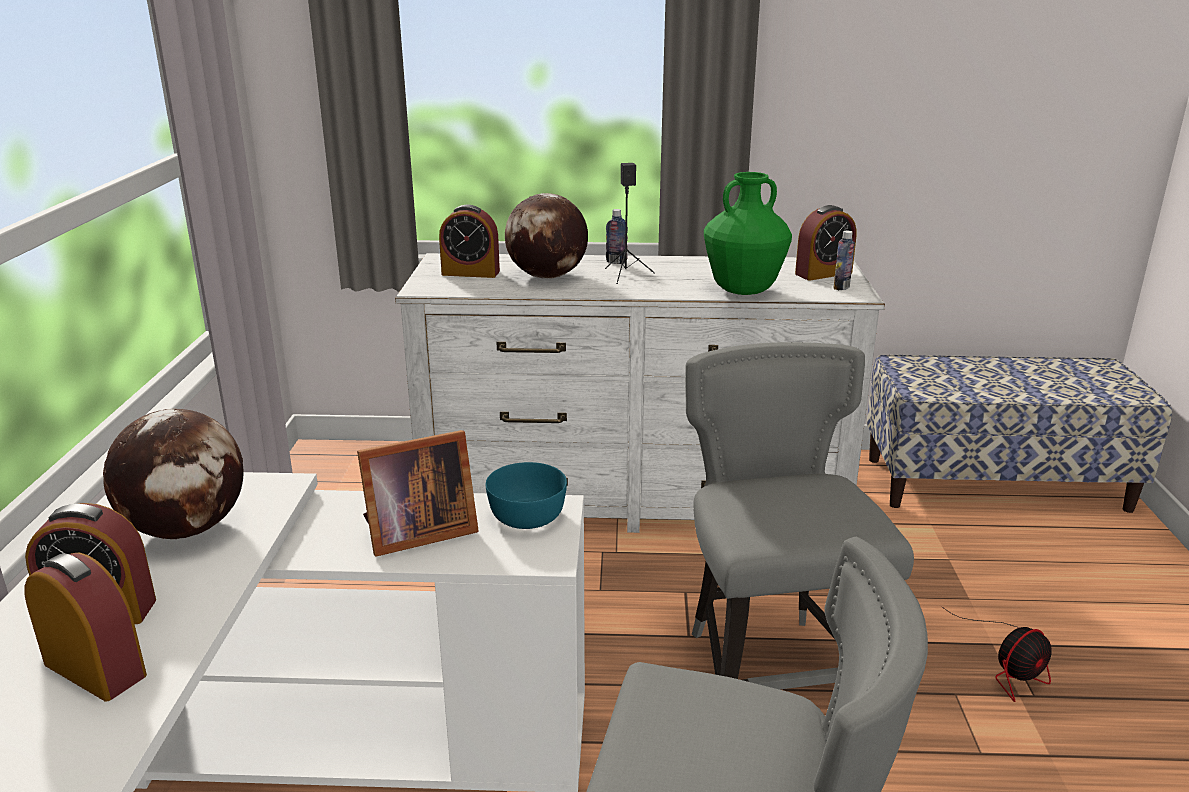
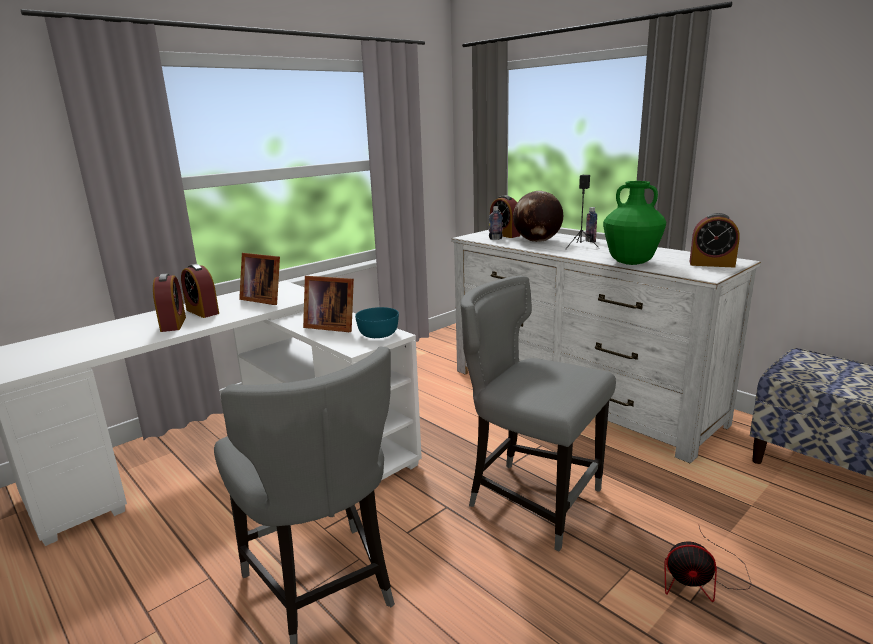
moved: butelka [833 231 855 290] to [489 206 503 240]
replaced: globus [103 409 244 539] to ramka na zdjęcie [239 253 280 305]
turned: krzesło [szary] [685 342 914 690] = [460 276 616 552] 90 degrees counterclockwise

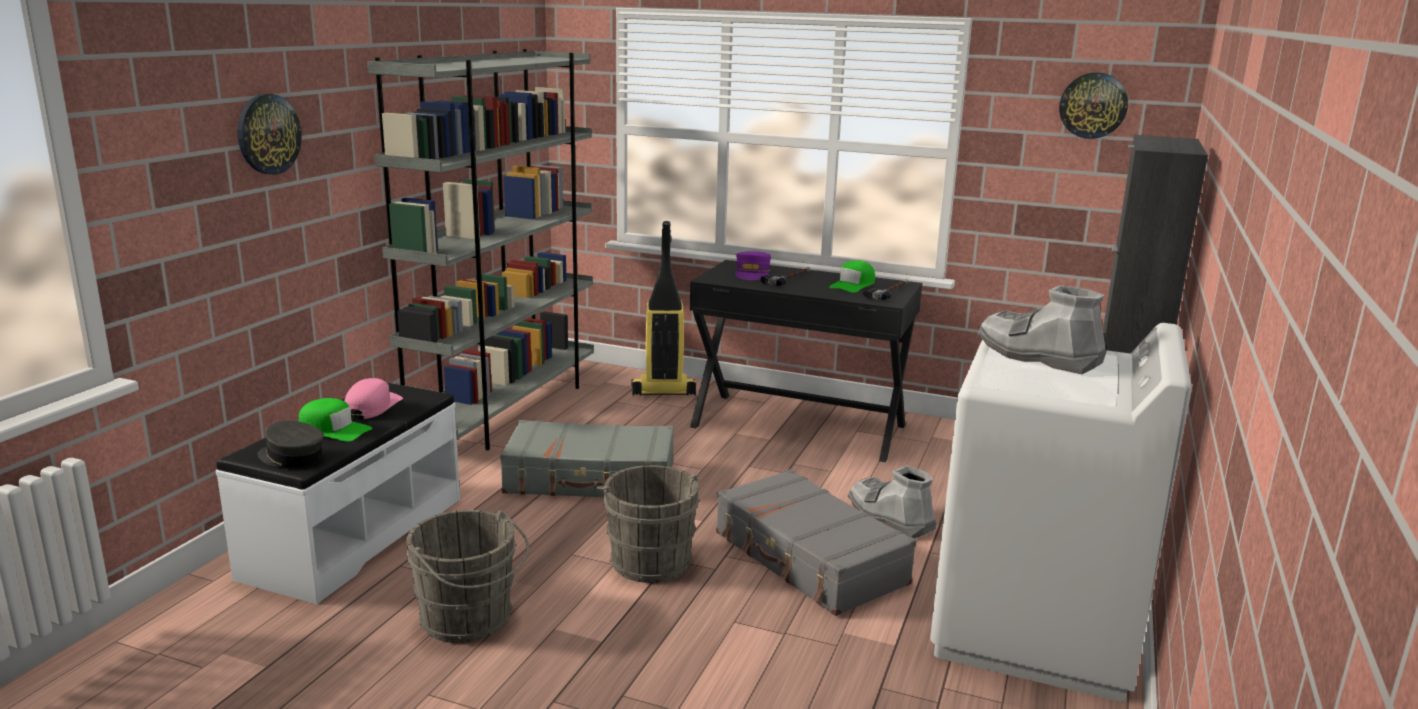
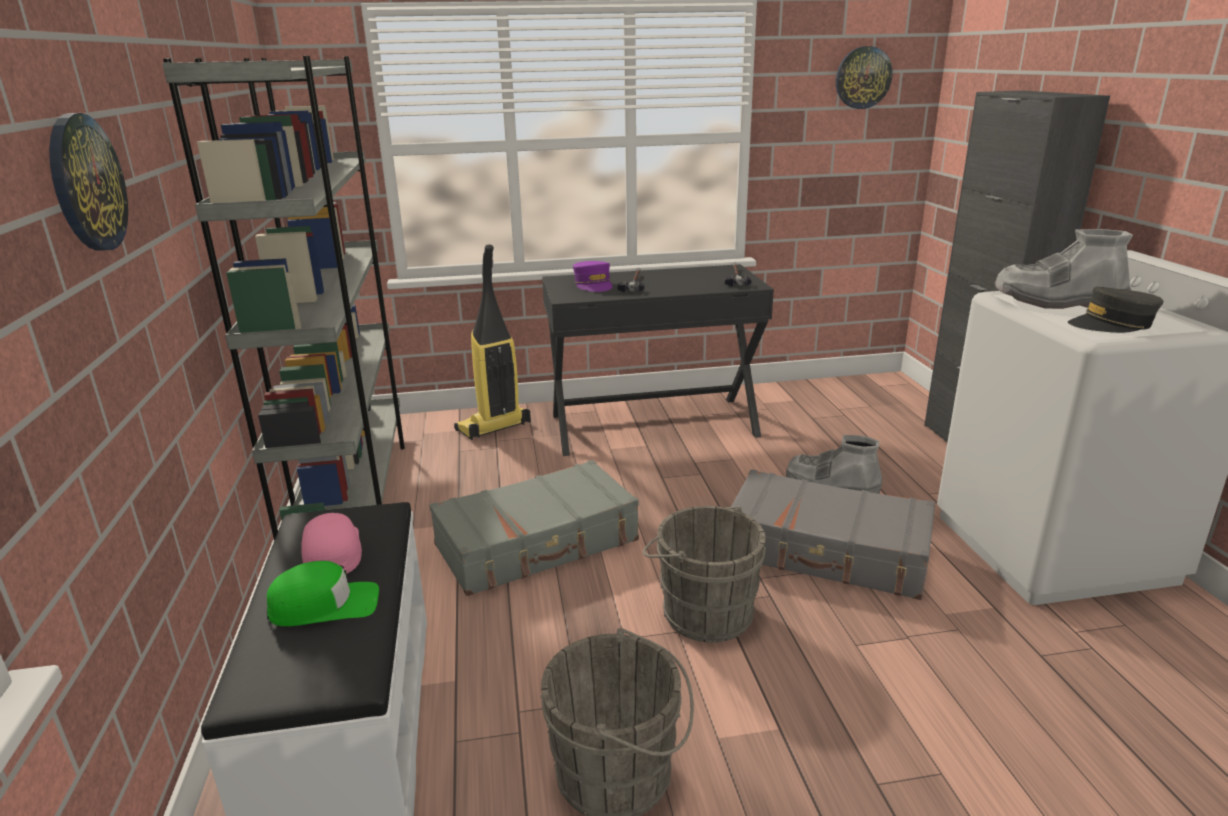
removed: czapka z daszkiem [zielony] [829 261 875 293]
moved: czapka z daszkiem [szary] [257 421 324 468] to [1068 287 1163 333]

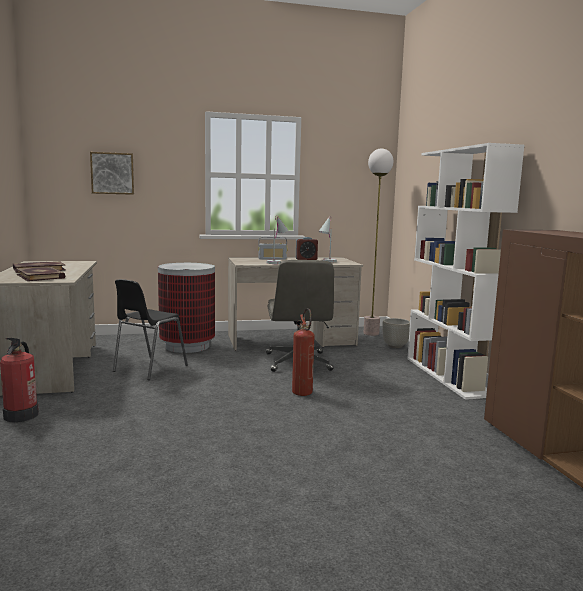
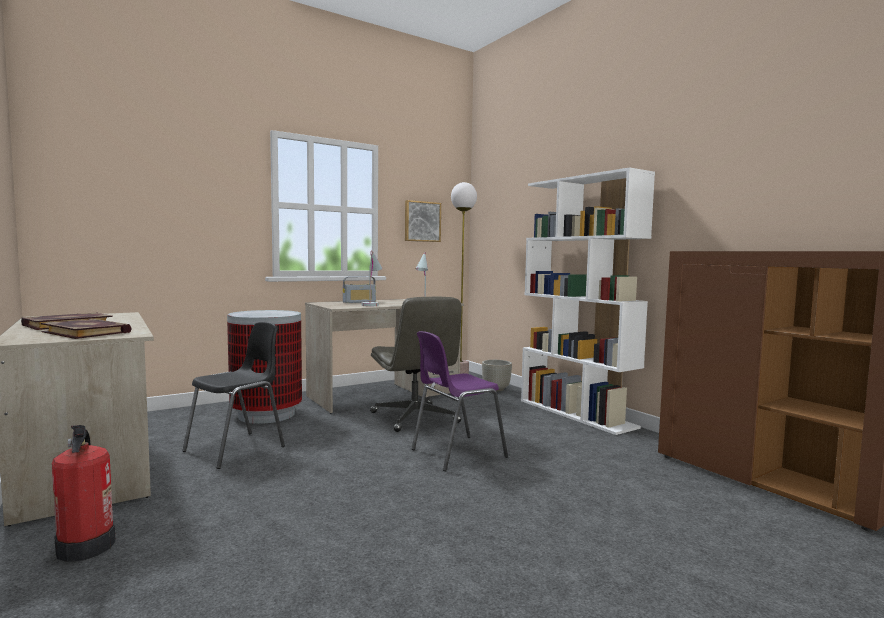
removed: budzik [296 237 318 260]
moved: obraz [90 152 134 195] to [405 200 441 242]
replaced: gaśnica [292 308 314 396] to krzesło [fioletowy] [412 331 508 471]
turned: krzesło [czarny] [113 279 188 380] = [182 322 285 469] 150 degrees counterclockwise

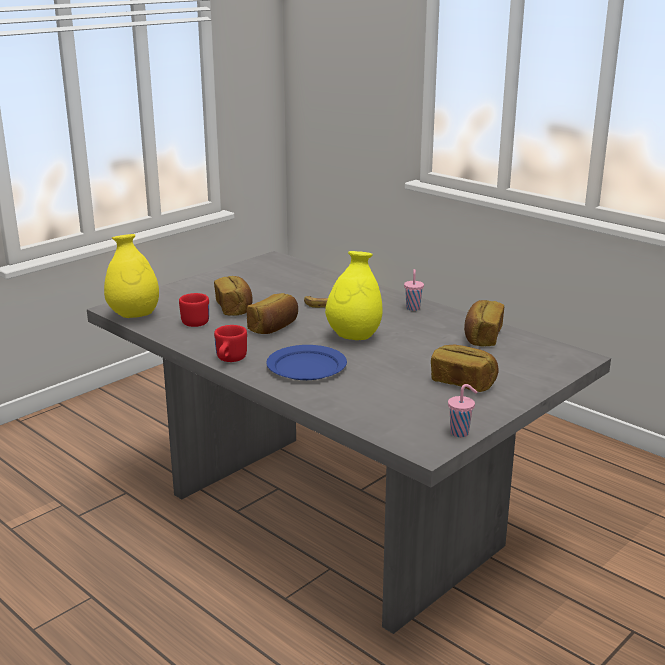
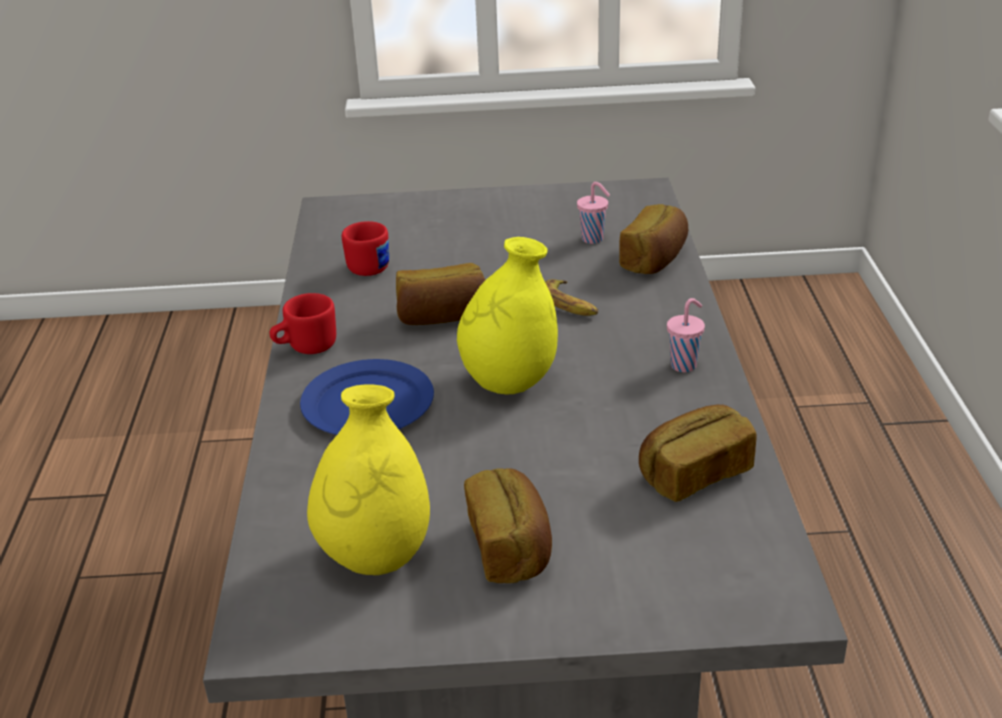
moved: wazon [żółty] [104 234 159 318] to [307 384 430 575]; chleb [214 276 253 316] to [619 204 688 274]; filiżanka [różowy] [448 384 477 437] to [577 182 610 244]

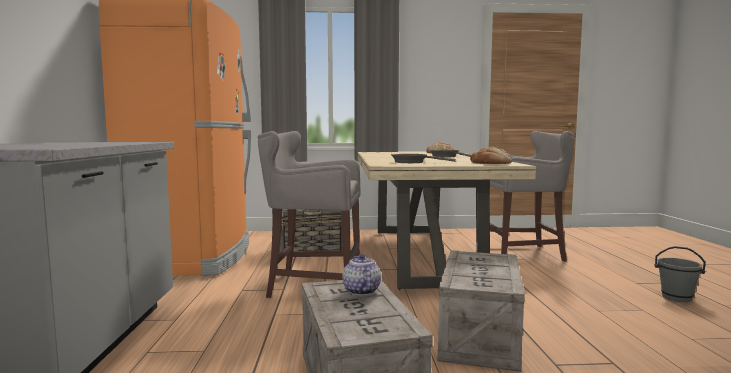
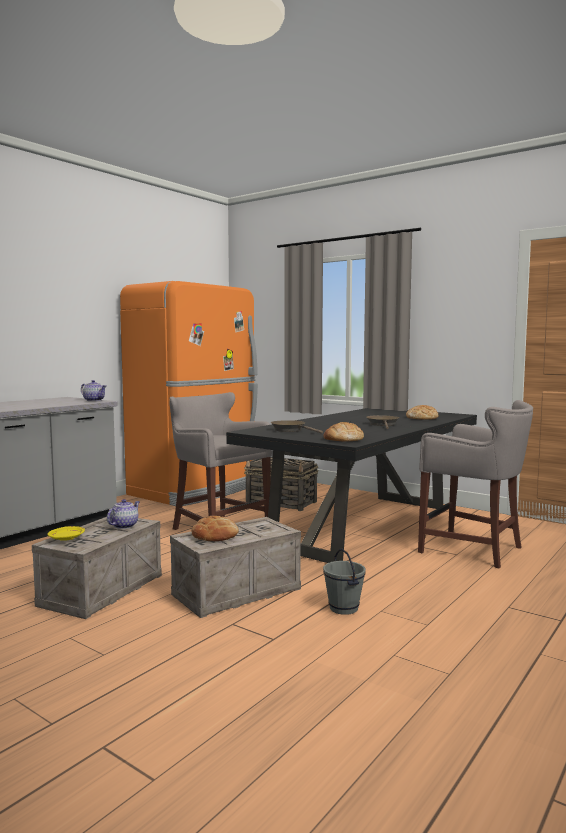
added: imbryk [81 380 106 401]; chleb [192 516 239 541]; talerz [żółty] [48 526 85 541]
moved: wiadro [szary] [655 246 706 302] to [323 549 366 615]
recoloured: stół jadalny [beżowy] [358 152 536 290] to stół jadalny [czarny] [226 408 477 563]

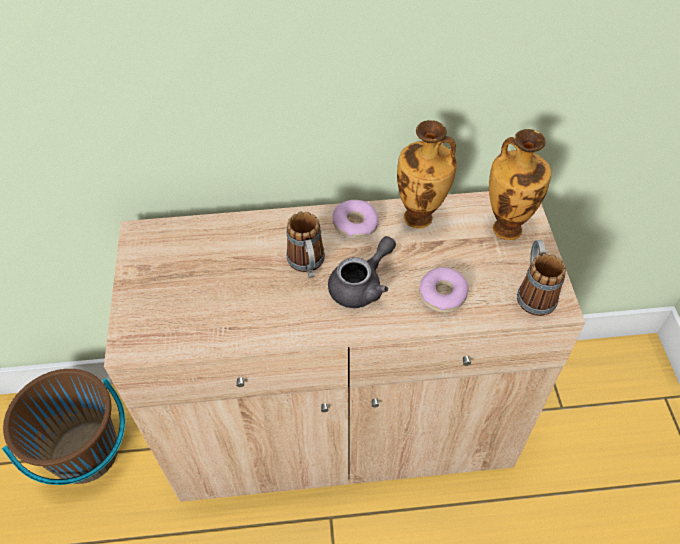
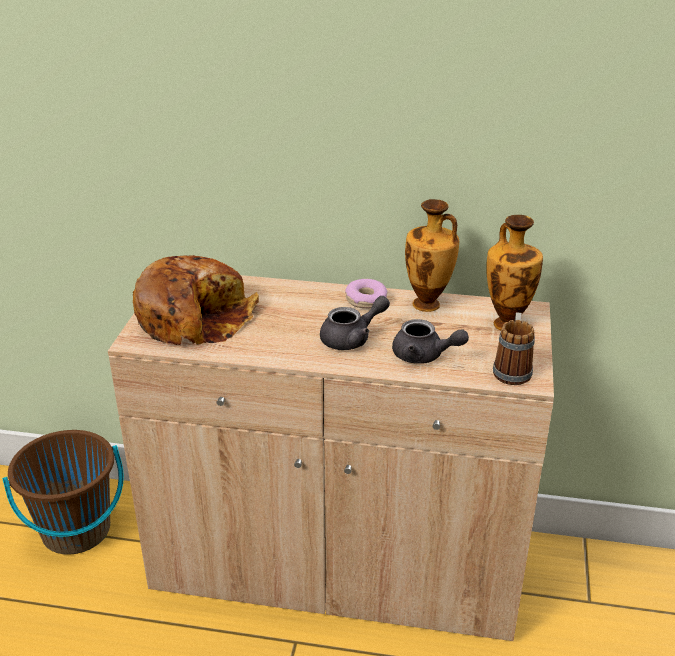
removed: kubek [287 212 325 278]
added: chleb [133 255 259 345]
replaced: donut [419 267 469 313] to imbryk [szary] [392 319 469 364]

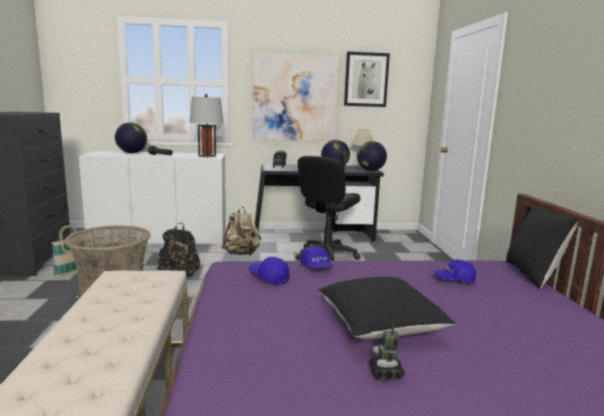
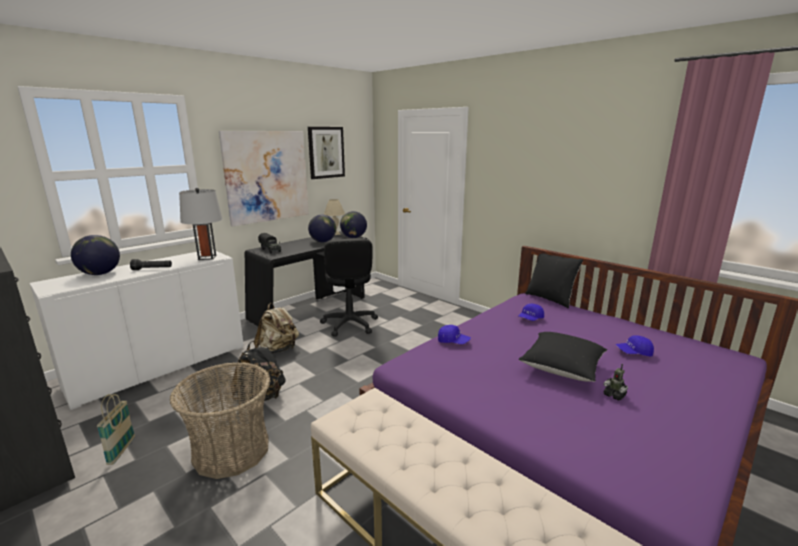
moved: czapka z daszkiem [niebieski] [249 257 290 285] to [616 335 654 356]

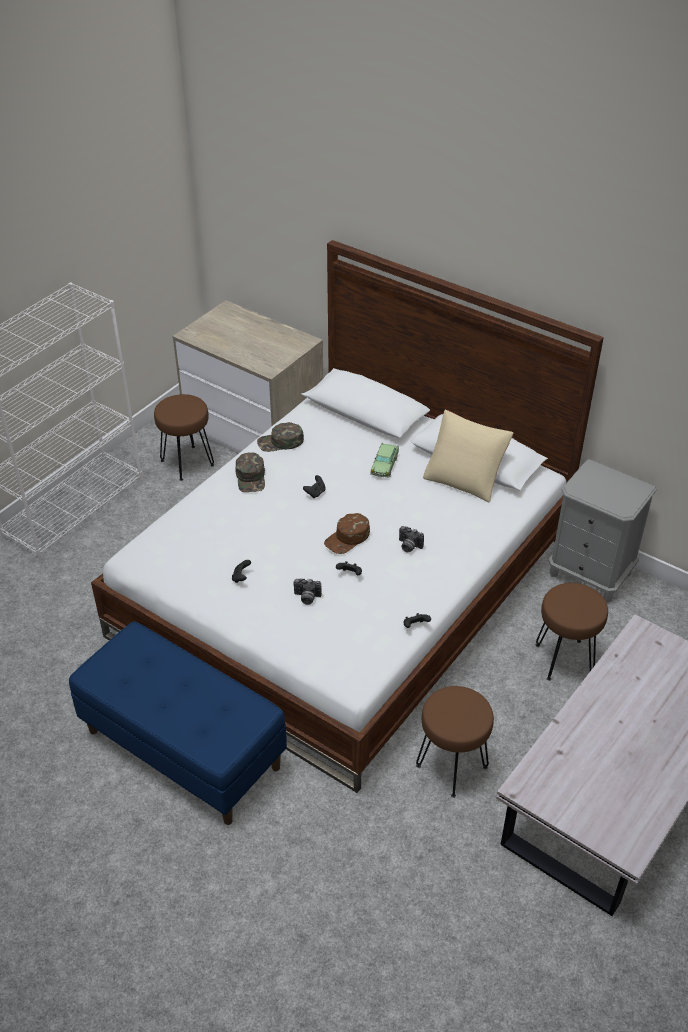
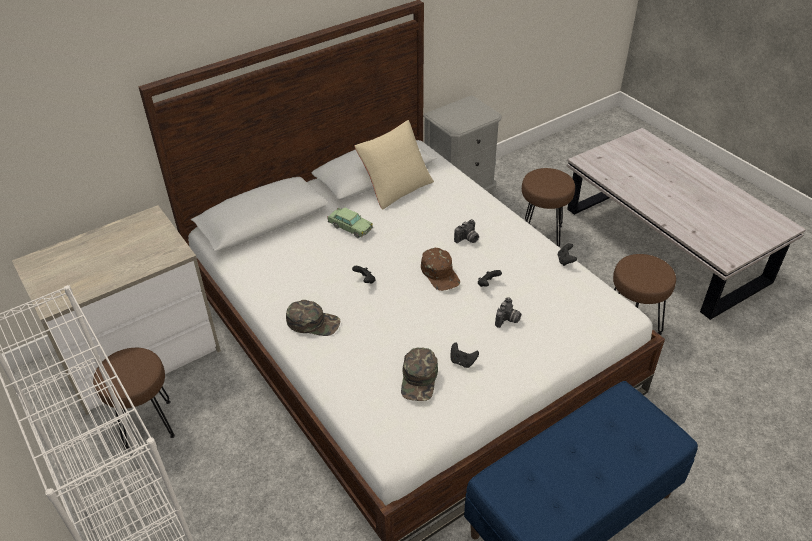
moved: czapka z daszkiem [zielony] [257 422 304 452] to [401 348 438 401]

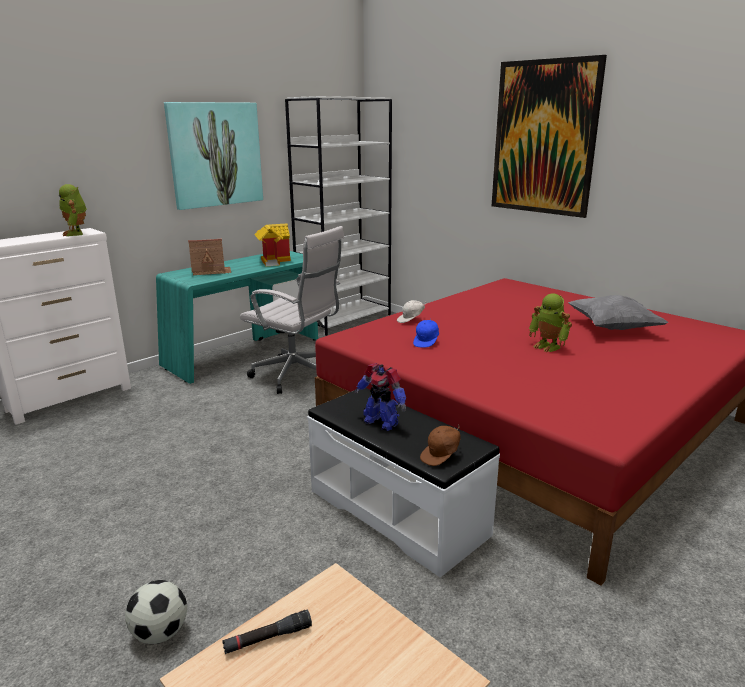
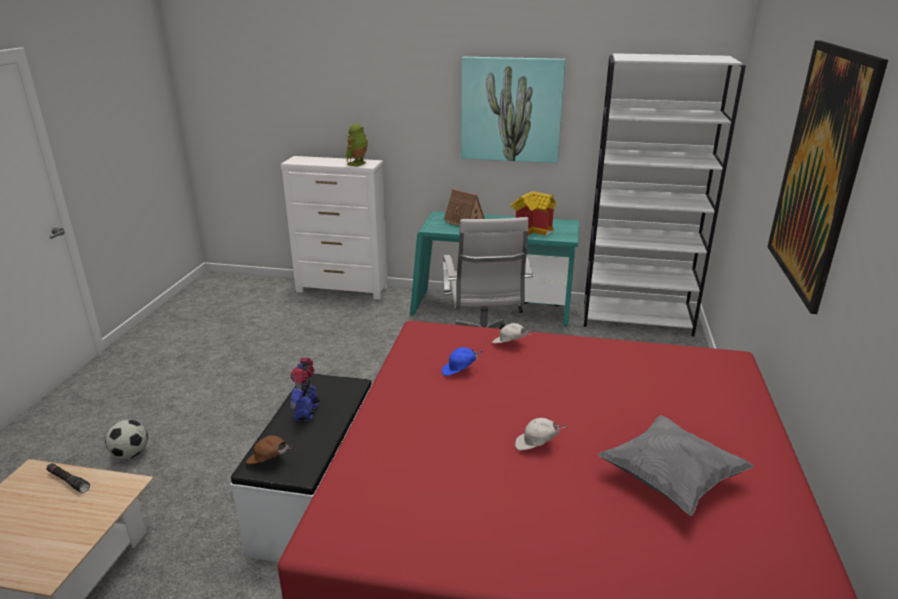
replaced: robot zabawkowy [529 293 572 352] to czapka z daszkiem [biały] [515 418 566 450]

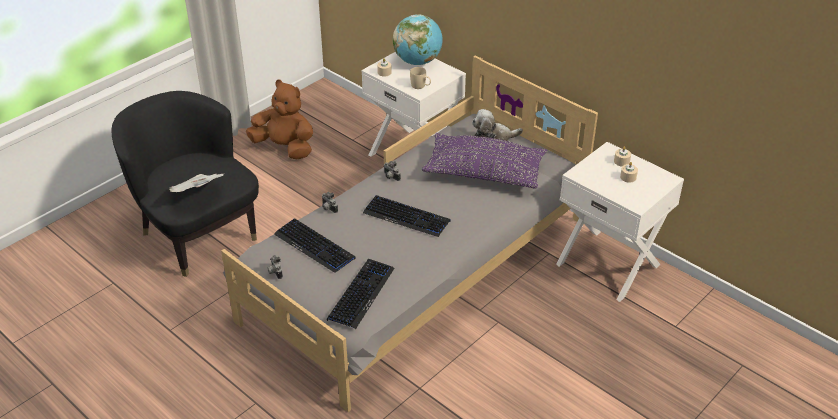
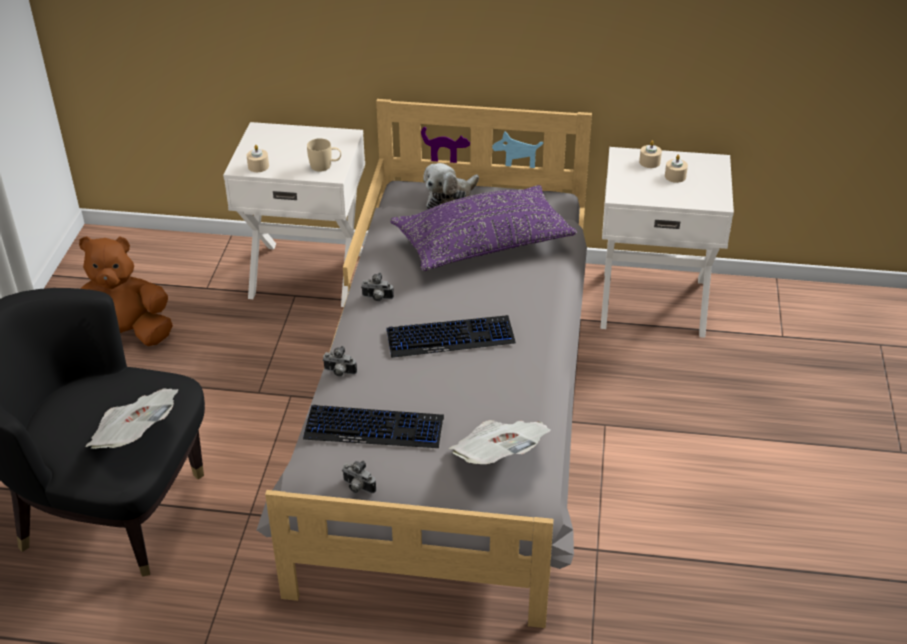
removed: globus [393 14 443 65]
replaced: klawiatura [327 259 394 329] to gazeta [449 420 551 464]

